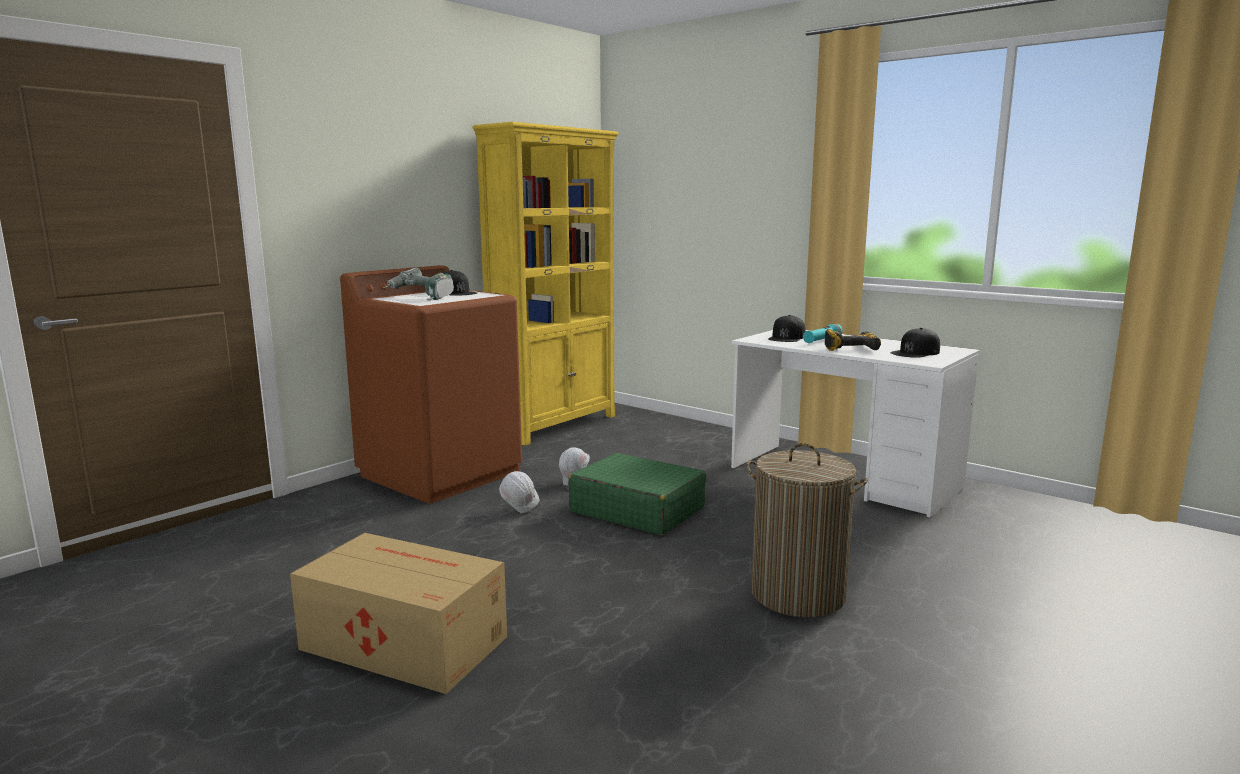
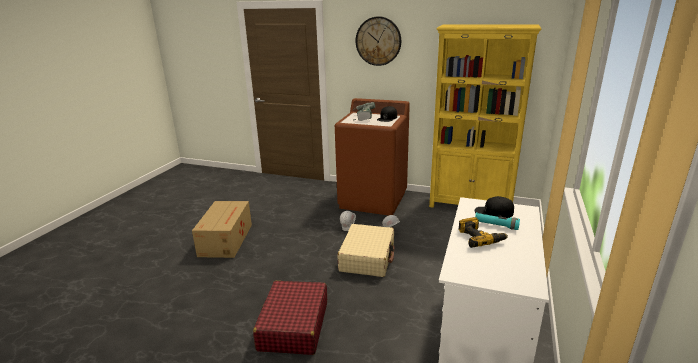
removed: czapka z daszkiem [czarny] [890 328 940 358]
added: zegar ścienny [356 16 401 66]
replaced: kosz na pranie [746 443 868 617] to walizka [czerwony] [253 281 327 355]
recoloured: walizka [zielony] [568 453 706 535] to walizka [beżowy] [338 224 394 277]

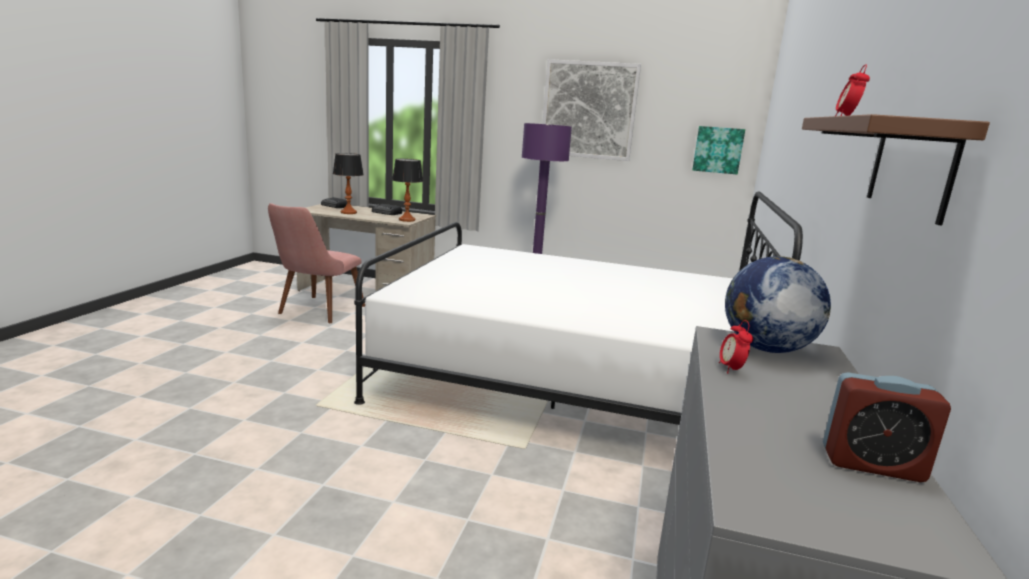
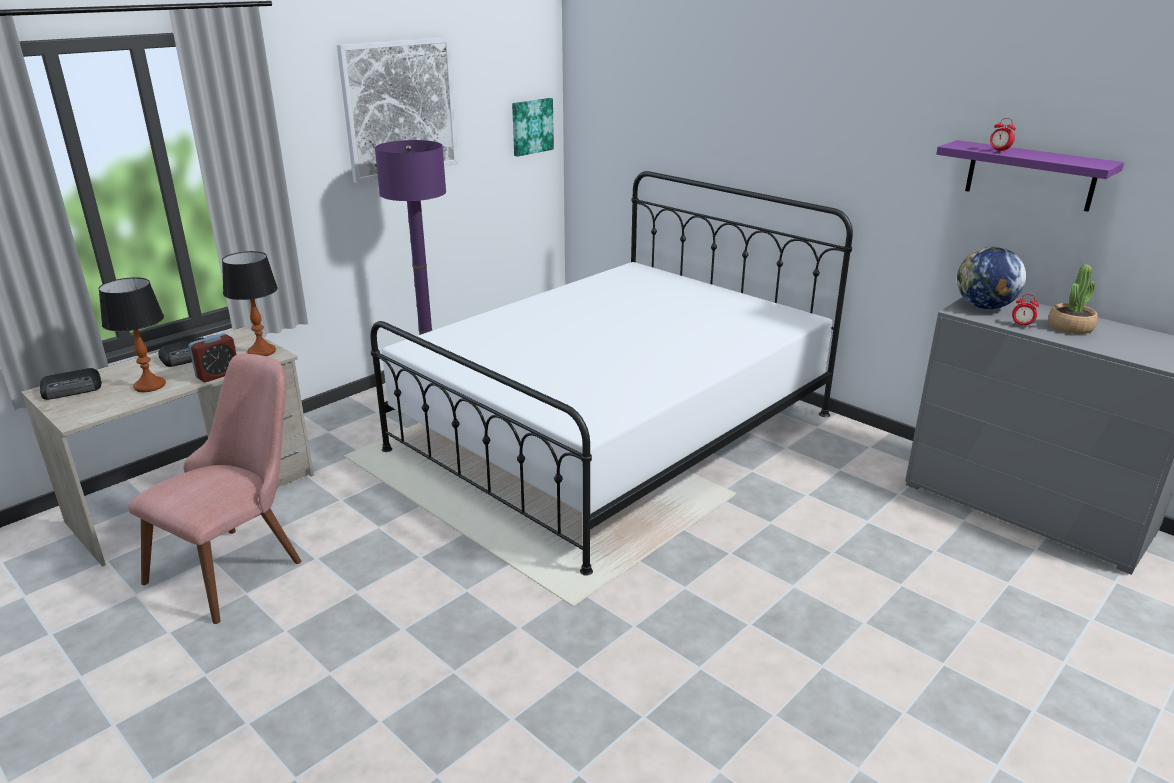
added: roślina doniczkowa [1048 264 1098 334]
moved: budzik [823 372 951 482] to [189 333 236 382]
recoloured: półka [brązowy] [802 114 990 225] to półka [fioletowy] [936 140 1124 212]
turned: krzesło [różowy] [268 203 365 323] = [128 354 302 624] 105 degrees counterclockwise

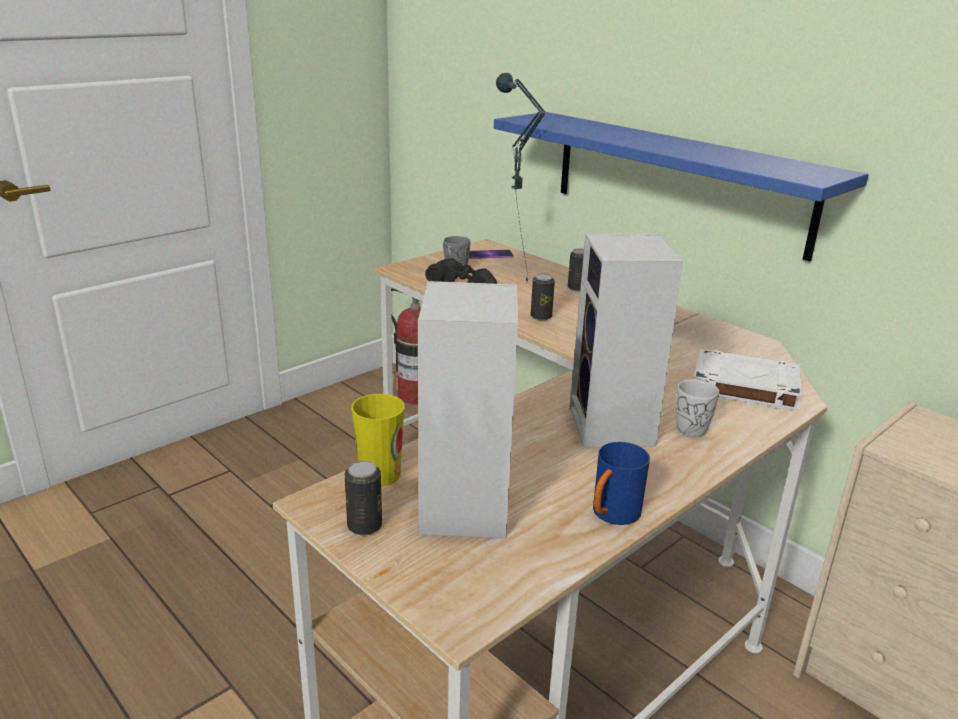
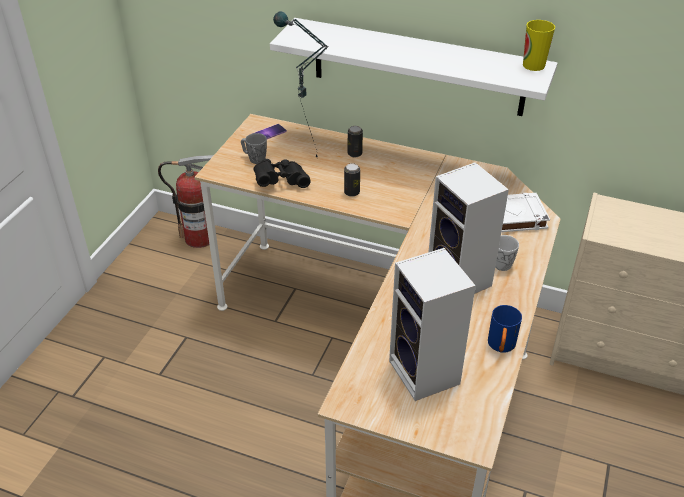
removed: puszka [345 461 382 535]
moved: filiżanka [351 394 405 487] to [523 20 555 71]
recoloured: półka [niebieski] [494 112 868 261] to półka [biały] [270 18 558 116]

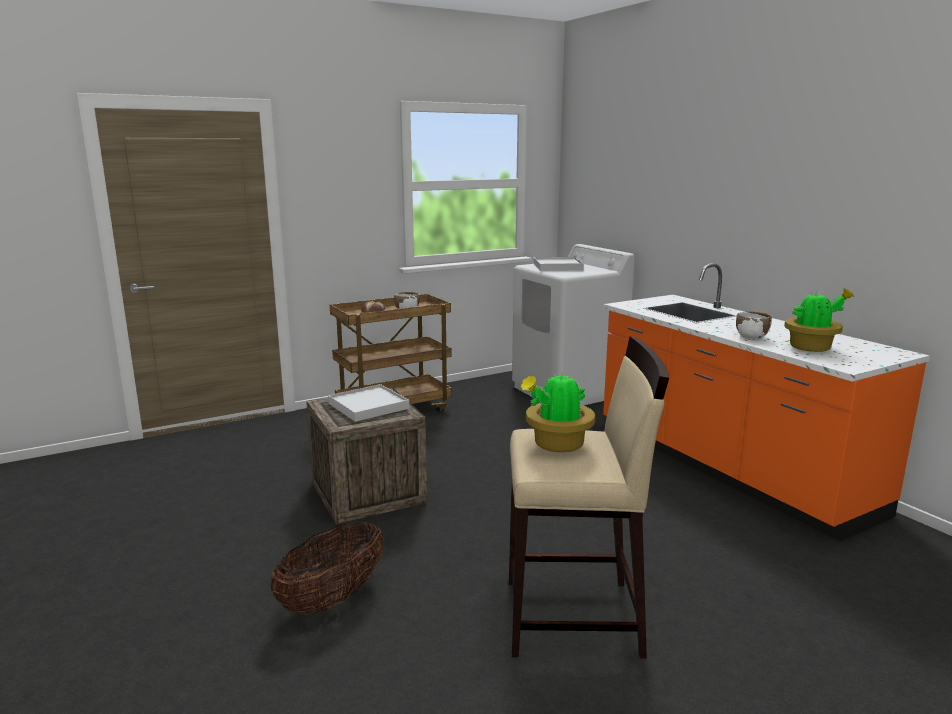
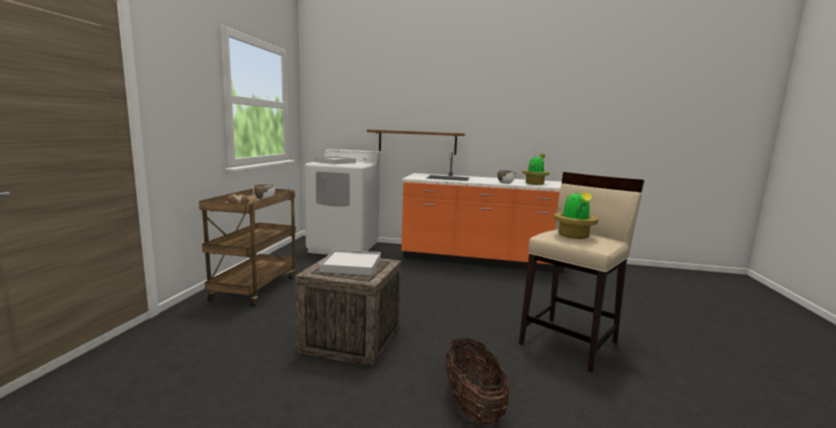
added: półka [brązowy] [367 130 465 155]

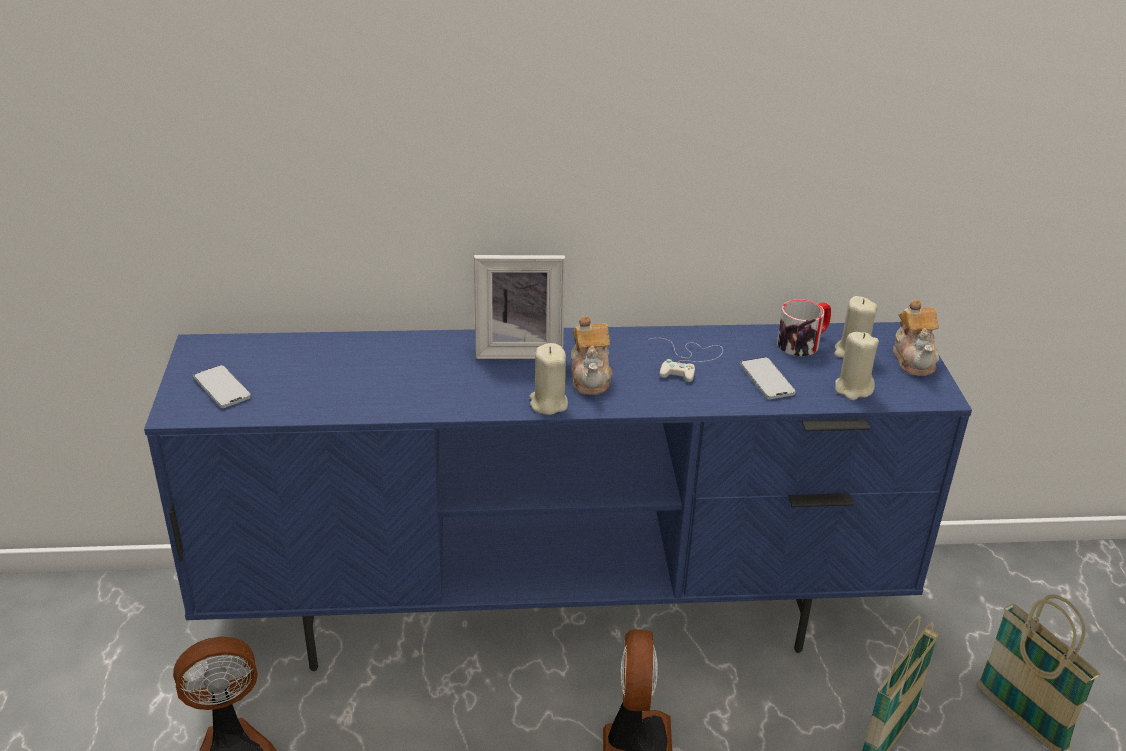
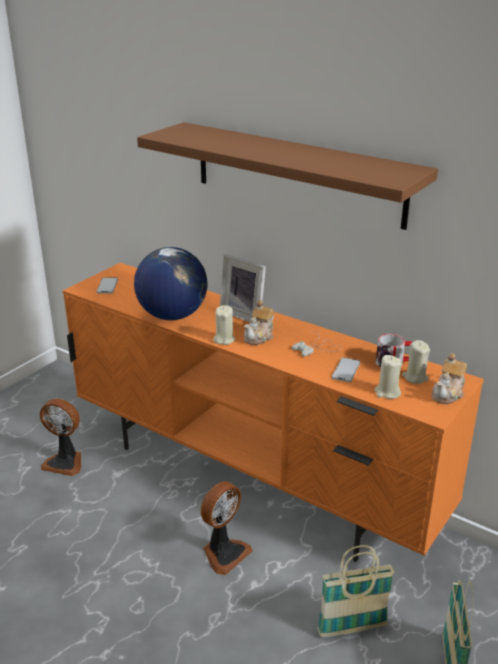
added: półka [brązowy] [137 122 438 230]; globus [134 247 208 320]
recoloured: szafka pod telewizor [niebieski] [144 322 972 671] to szafka pod telewizor [pomarańczowy] [63 263 484 562]

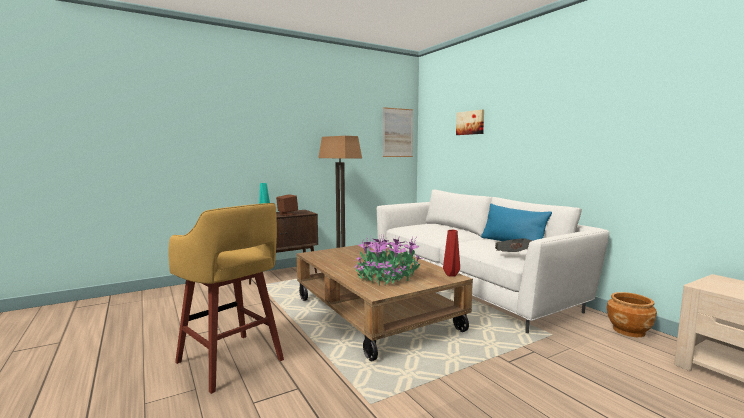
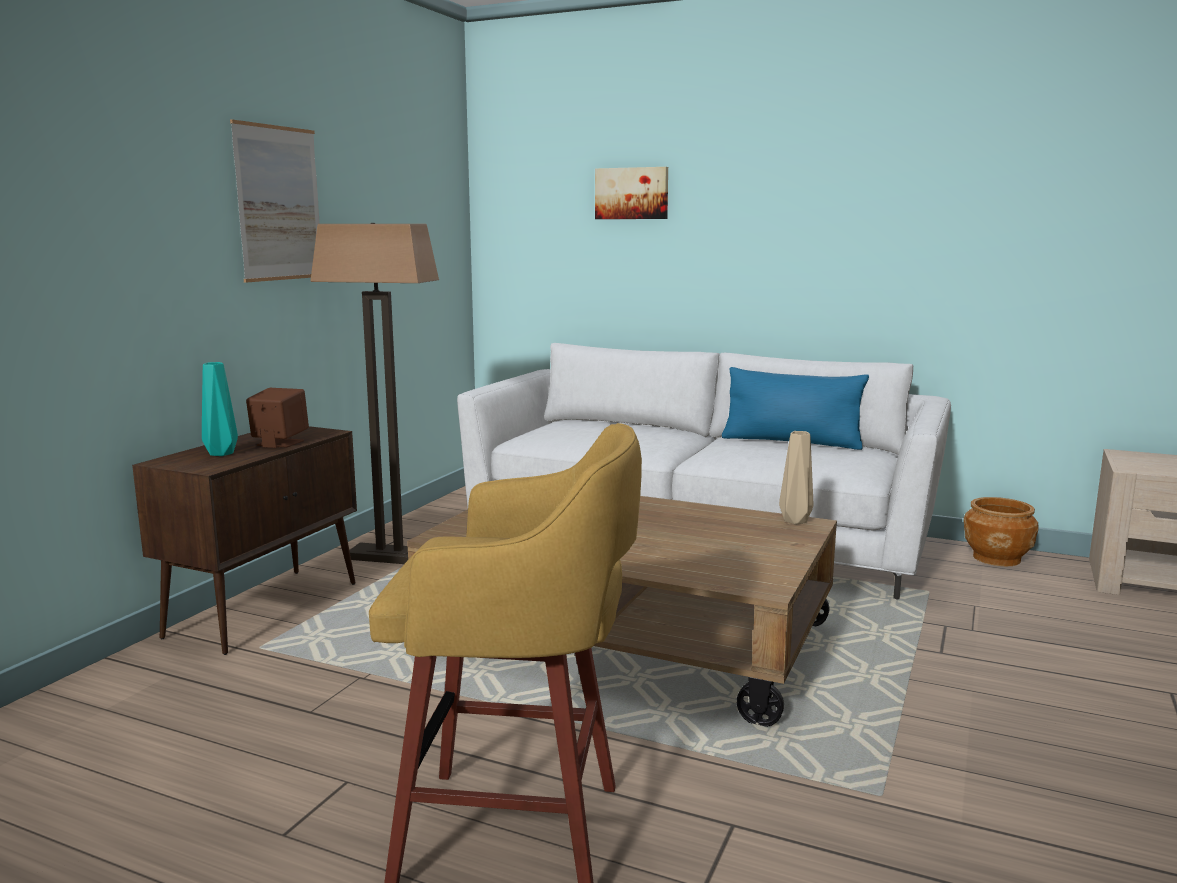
removed: roślina doniczkowa [353 235 423 286]; gazeta [495 238 533 252]
moved: obraz [383 107 413 157] to [230 119 320 283]
recoloured: wazon [czerwony] [443 230 460 277] to wazon [beżowy] [779 431 813 525]

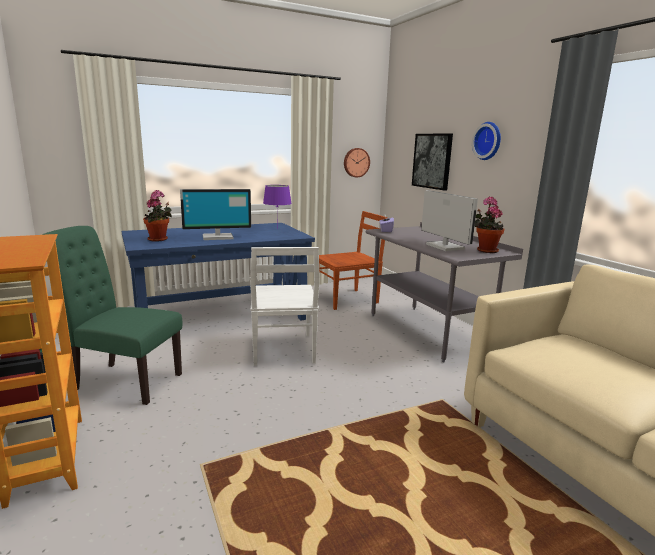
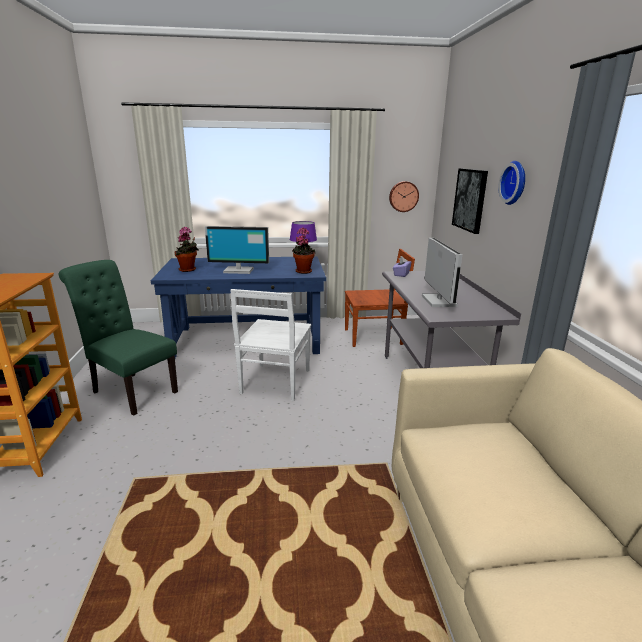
moved: roślina doniczkowa [475 197 504 253] to [292 227 315 274]

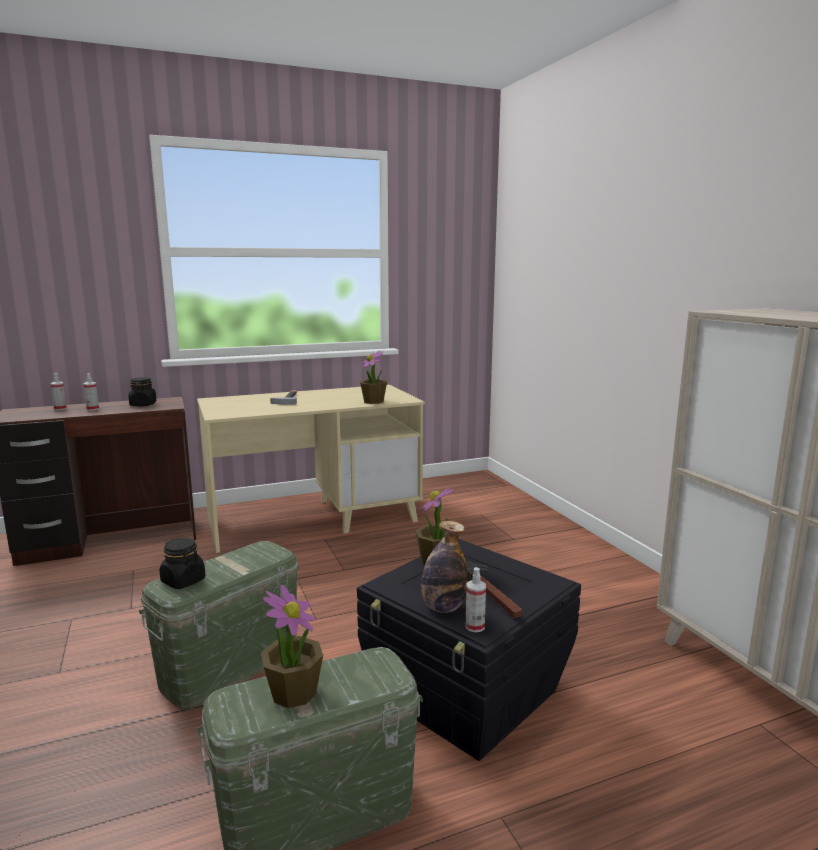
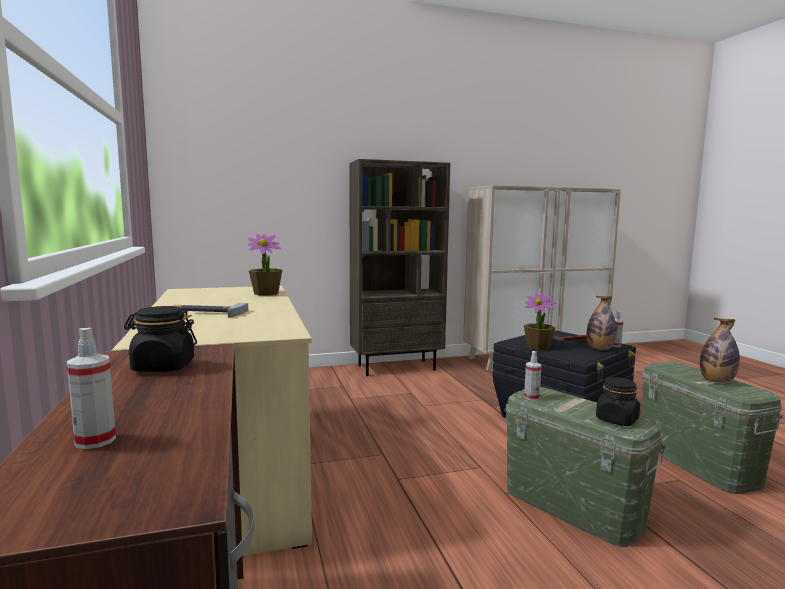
added: regał [brązowy] [349 159 450 376]
moved: spryskiwacz [83 373 99 411] to [524 351 542 401]
replaced: roślina doniczkowa [261 585 323 708] to butelka [700 318 740 383]

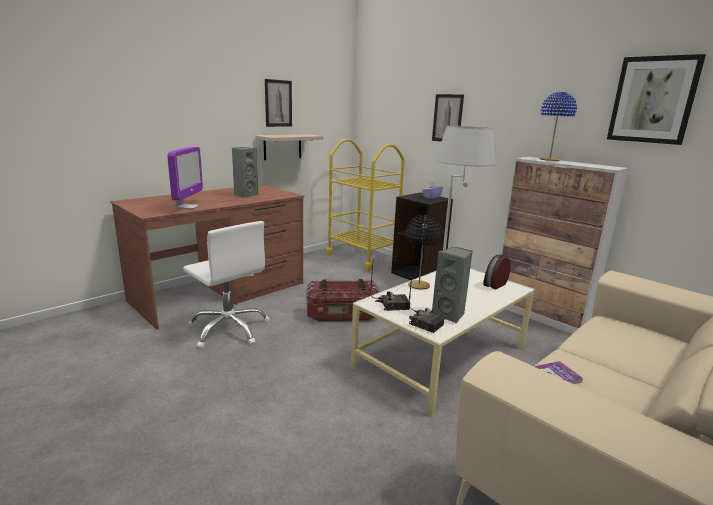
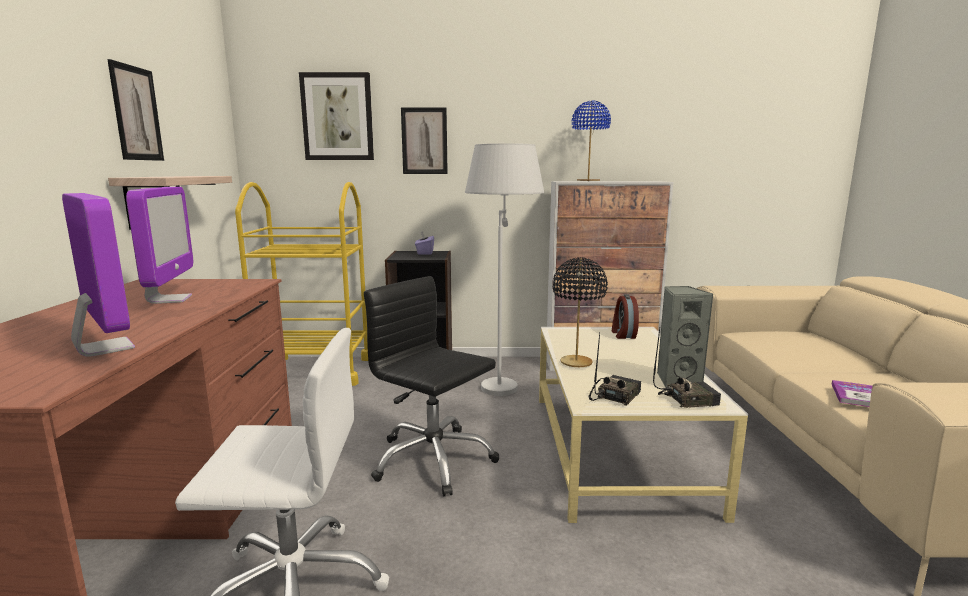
moved: obraz [607 54 706 145] to [299 72 374 160]
replaced: głośnik [szary] [232 147 259 198] to monitor [126 187 193 304]; pojemnik do przechowywania [306 279 380 322] to krzesło biurowe [czarny] [364 276 499 497]

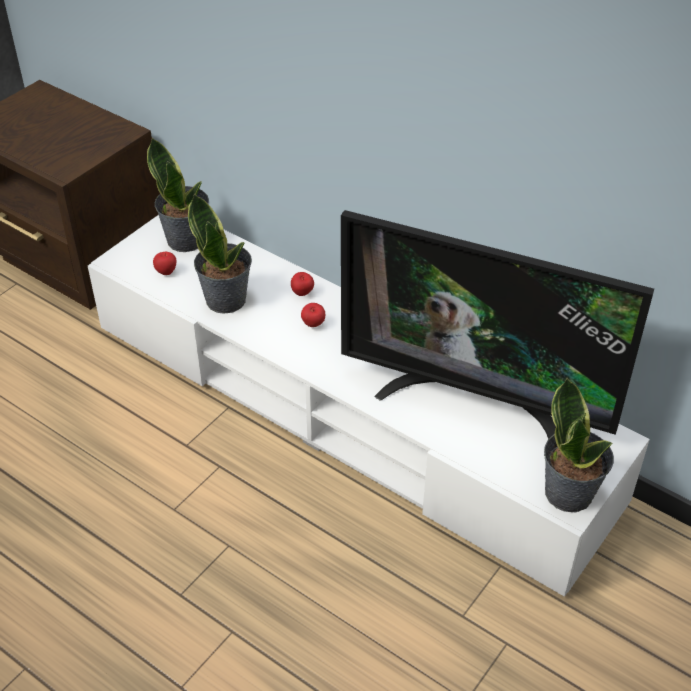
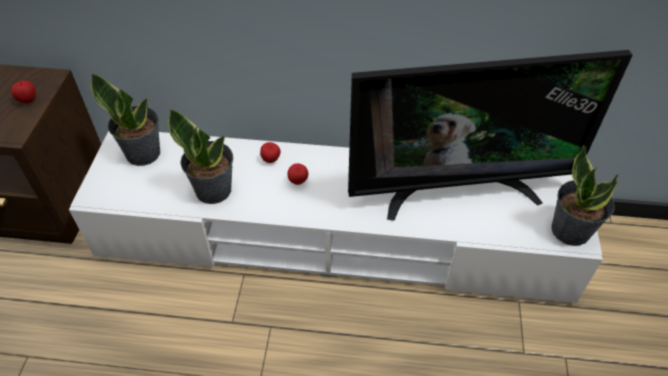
moved: jabłko [153 252 176 275] to [11 80 36 103]

